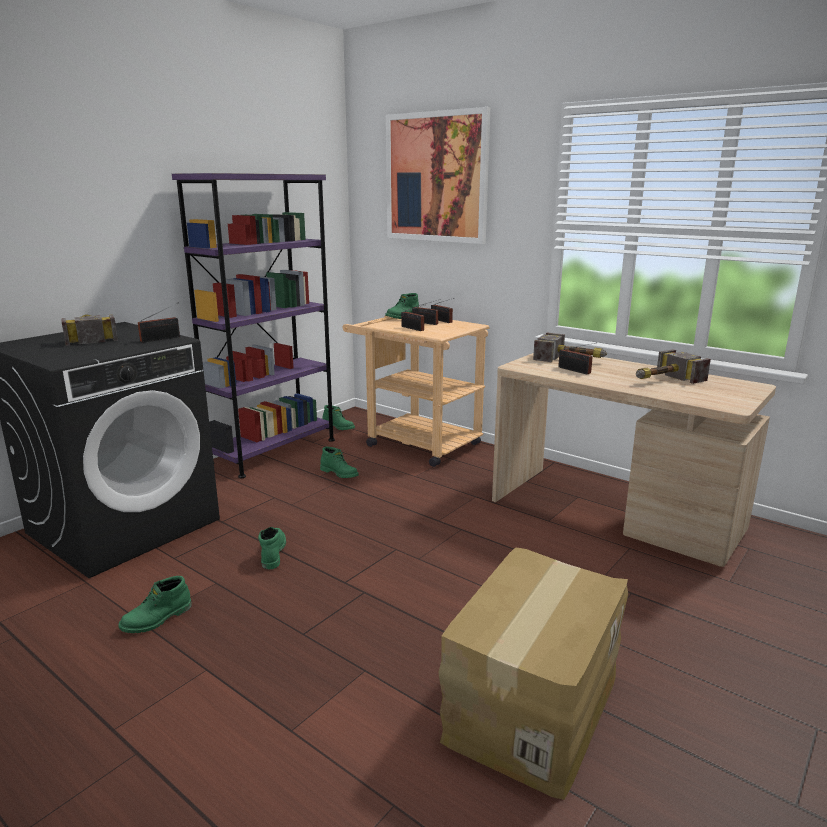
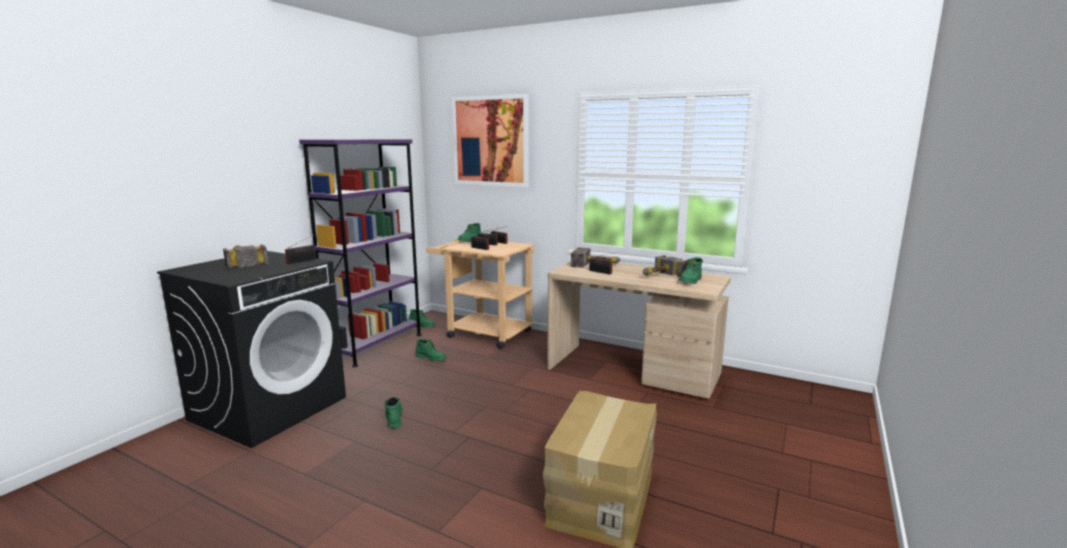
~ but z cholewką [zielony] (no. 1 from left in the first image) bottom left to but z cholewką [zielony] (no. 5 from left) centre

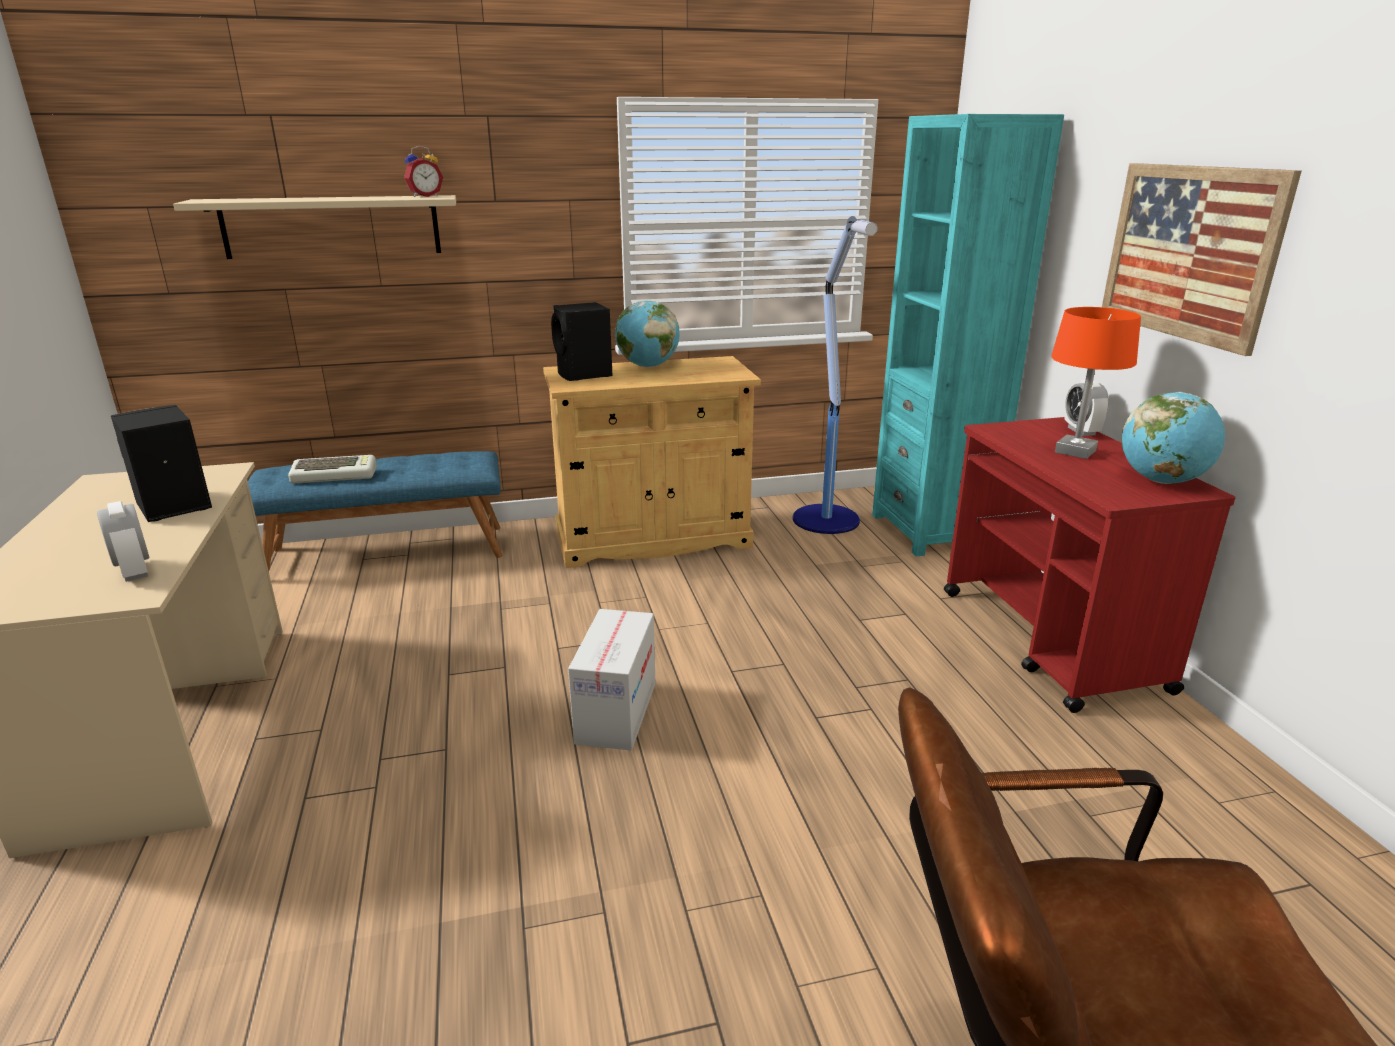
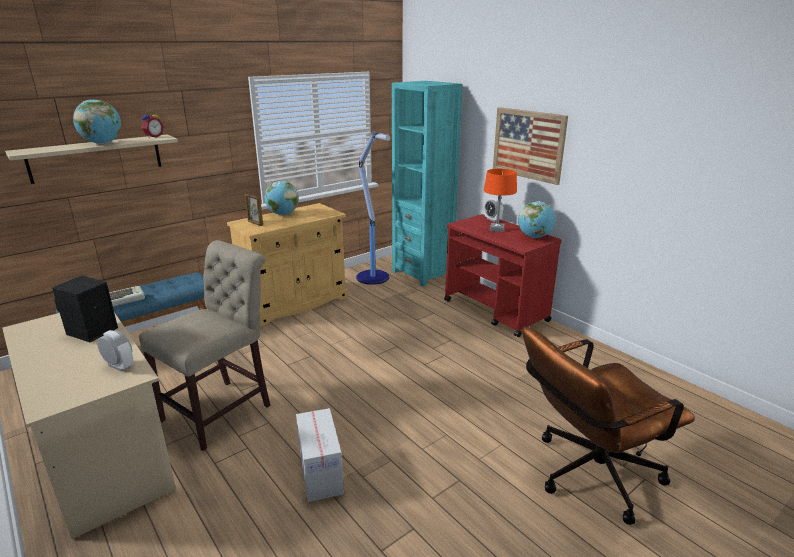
~ głośnik [czarny] (no. 2 from left) top centre to ramka na zdjęcie middle left
~ karton centre to bottom centre
+ globus (no. 1 from left) top left
+ krzesło [beżowy] middle left

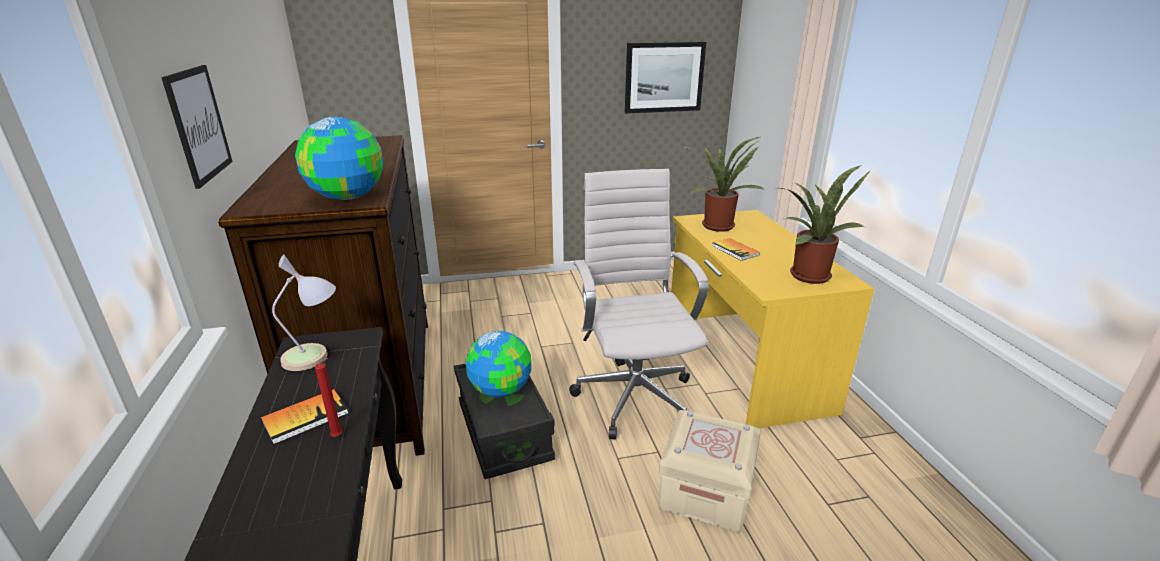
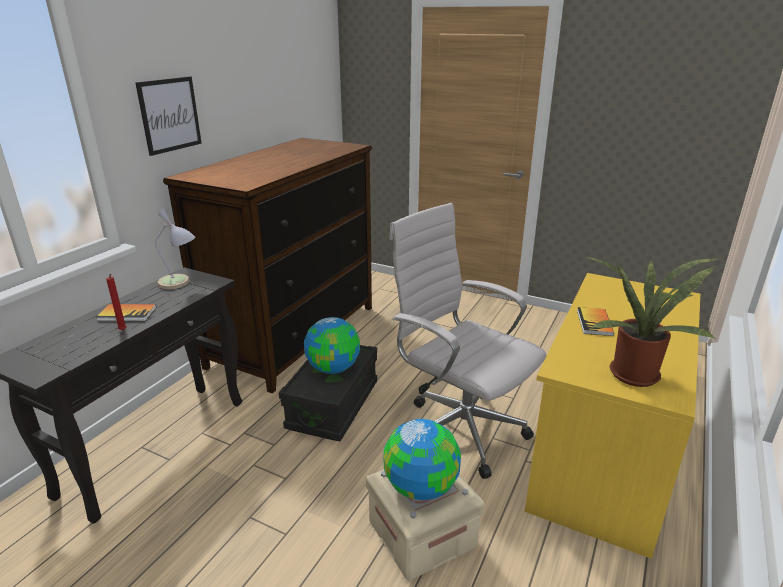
~ globus (no. 1 from left in the first image) top left to globus (no. 2 from left) bottom centre
~ krzesło biurowe [biały] centre = centre 75 degrees counterclockwise
- obraz (no. 2 from left) top centre
- roślina doniczkowa (no. 1 from left) top centre

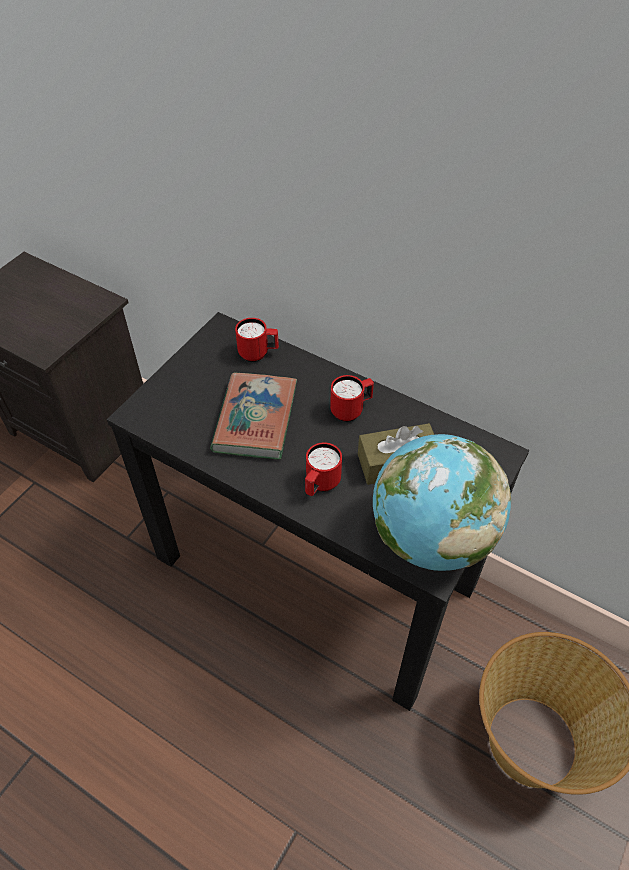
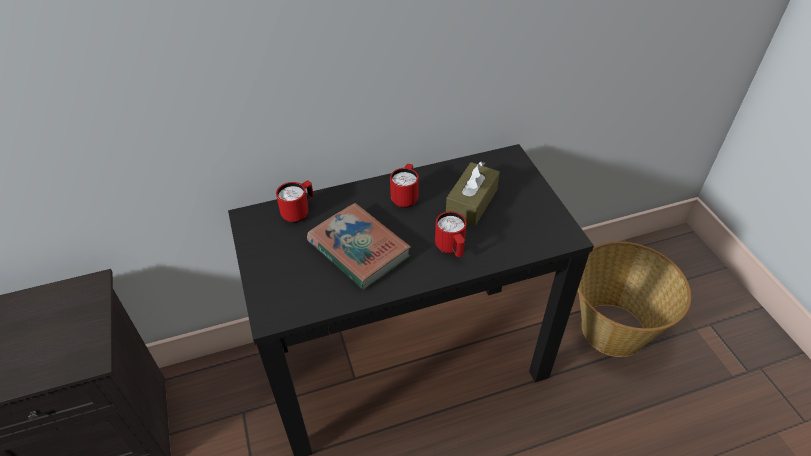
- globus middle right

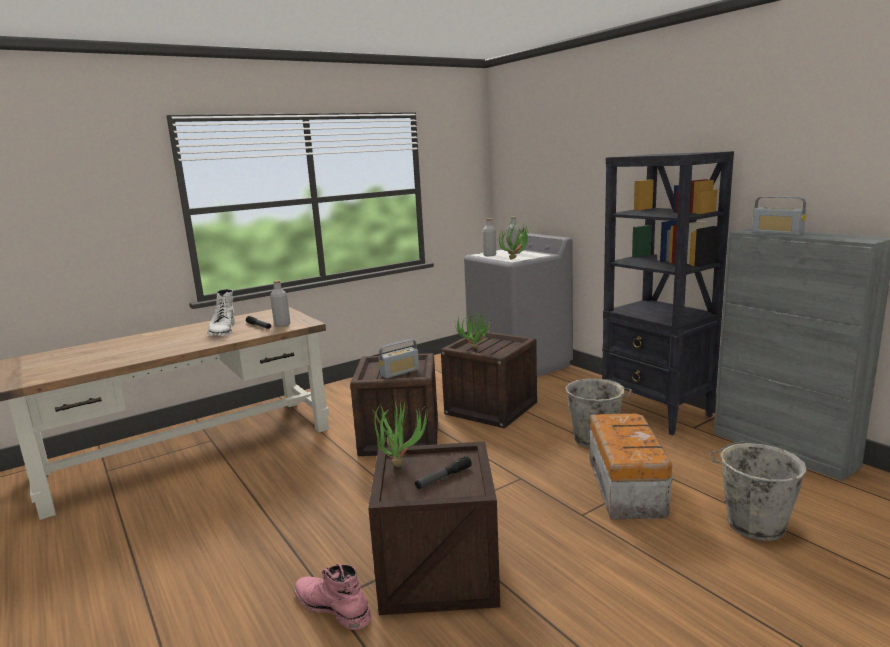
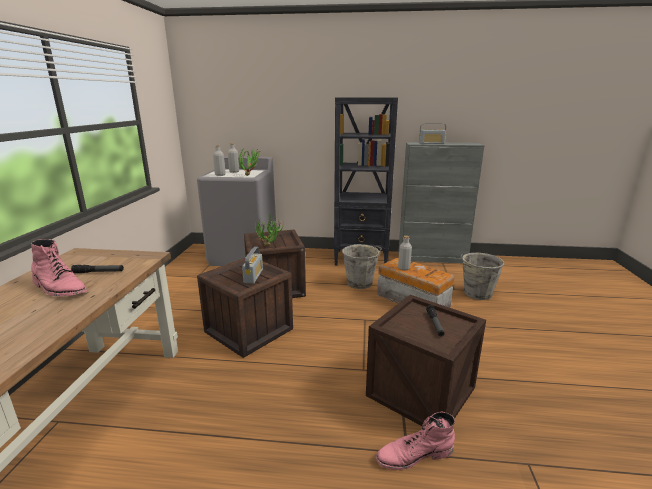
~ but z cholewką [biały] middle left to but z cholewką [różowy] (no. 1 from left) middle left
~ butelka [szary] (no. 1 from left in the first image) middle left to butelka [szary] (no. 3 from left) centre
- roślina doniczkowa (no. 1 from left) bottom centre

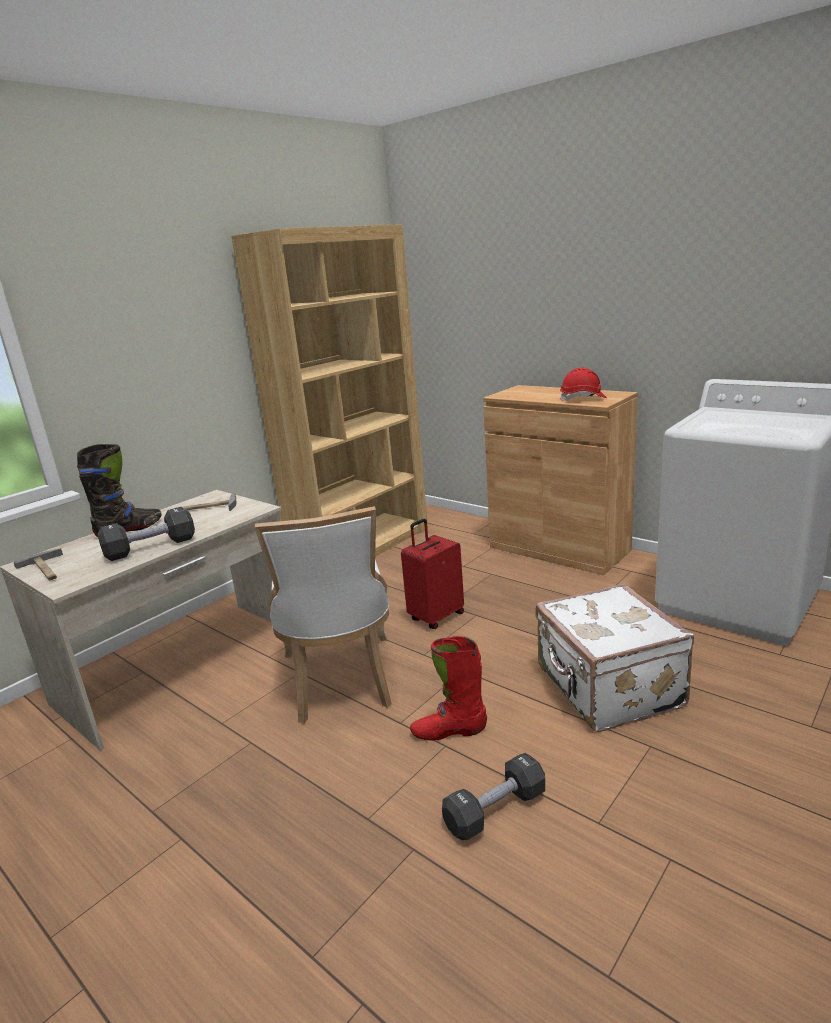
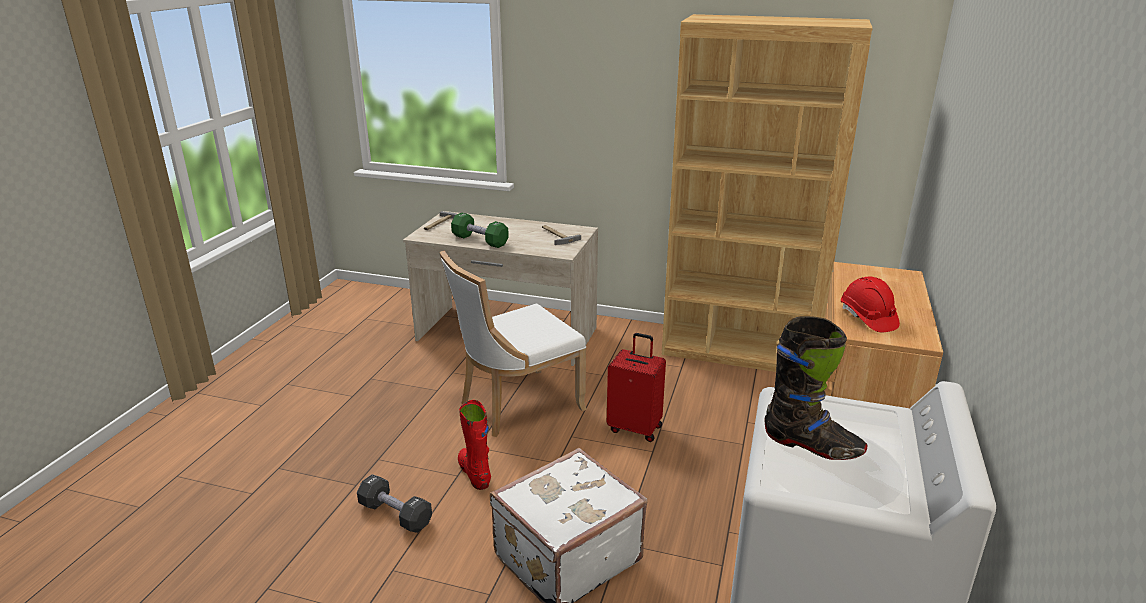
~ but z cholewką [czarny] middle left to middle right
~ hantel [czarny] (no. 1 from left) middle left to hantel [zielony] centre

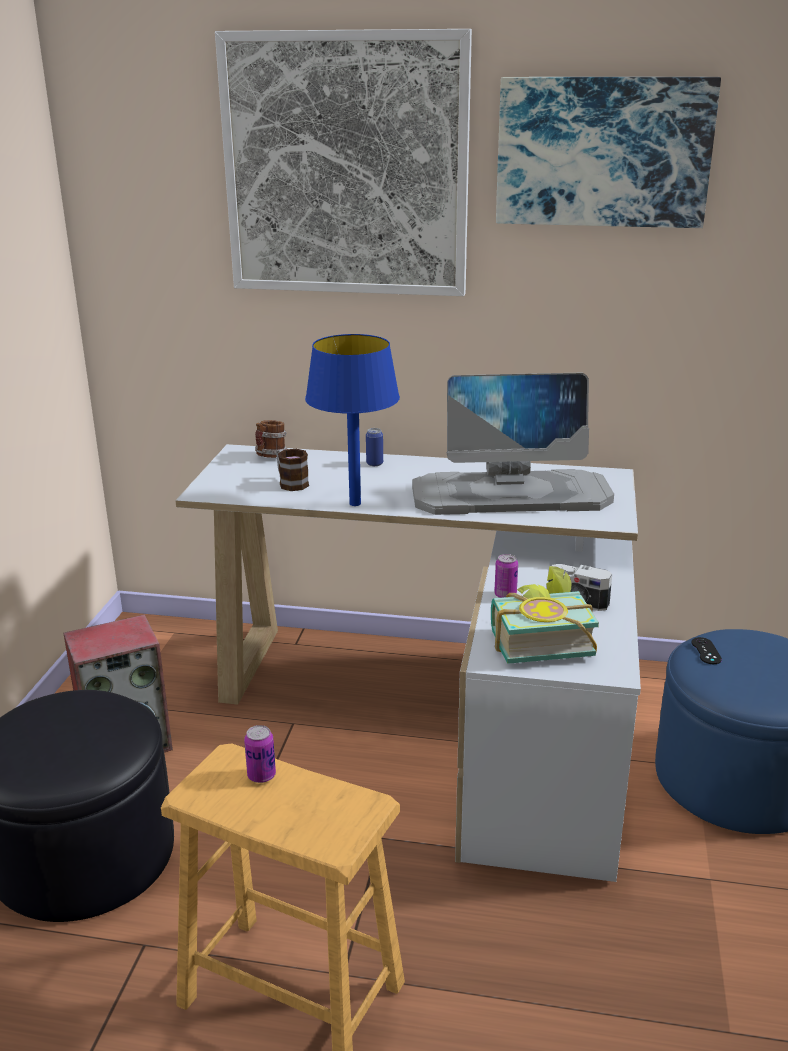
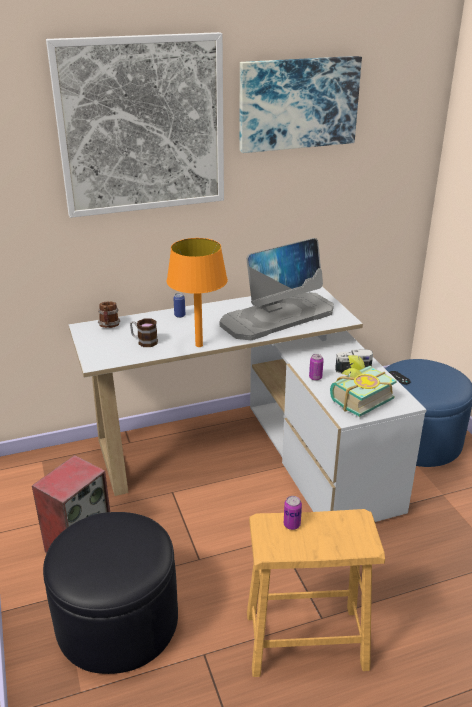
~ lampa stołowa [niebieski] centre to lampa stołowa [pomarańczowy] centre

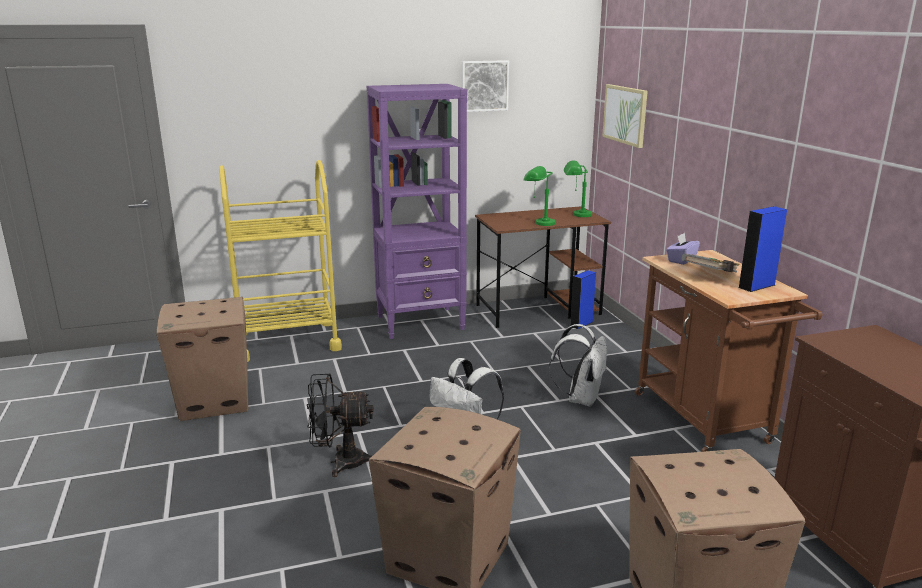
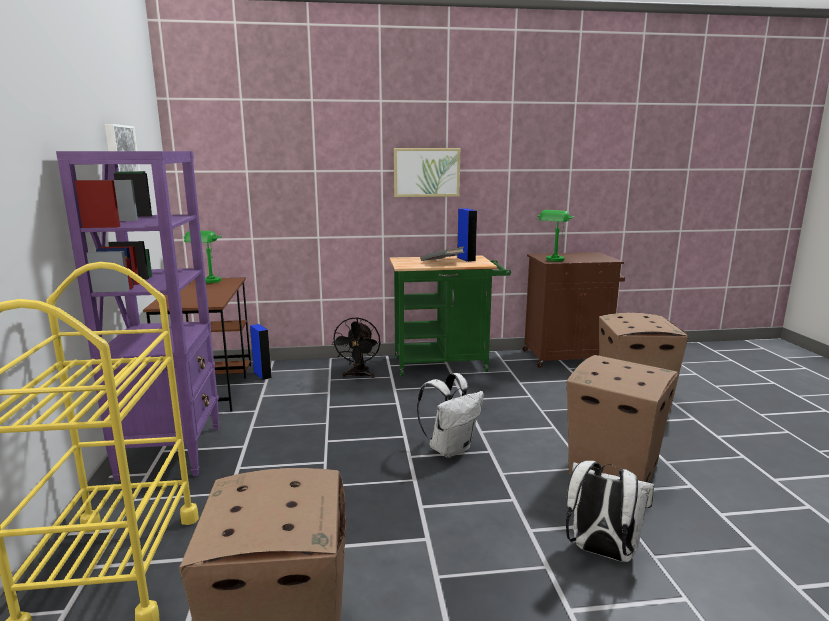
~ wentylator [czarny] bottom centre to centre
~ lampa stołowa [zielony] (no. 1 from left in the first image) centre to lampa stołowa [zielony] (no. 2 from left) middle right
~ plecak [biały] (no. 2 from left) centre to bottom right
~ obraz (no. 2 from left) top right to top centre
~ wózek [brązowy] middle right to wózek [zielony] centre
- pudełko chusteczek [fioletowy] middle right

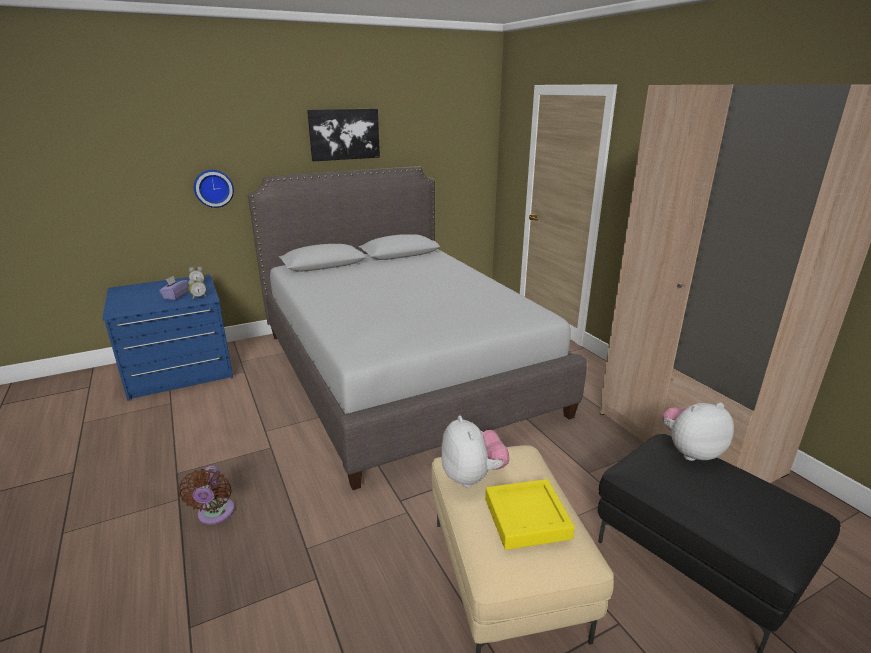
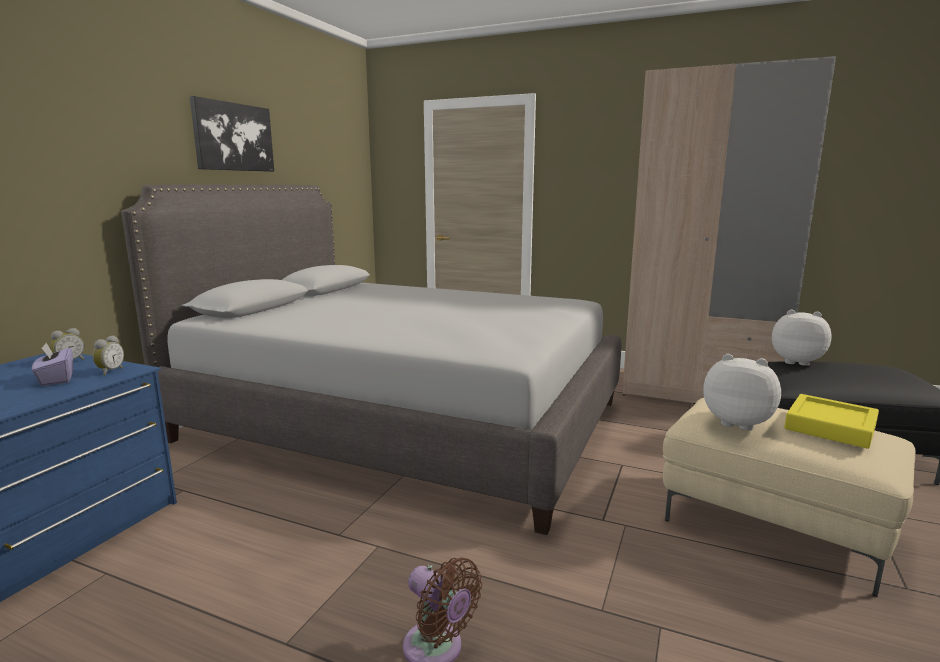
- zegar ścienny top left
~ pluszak (no. 2 from left) middle right = middle right 75 degrees clockwise

